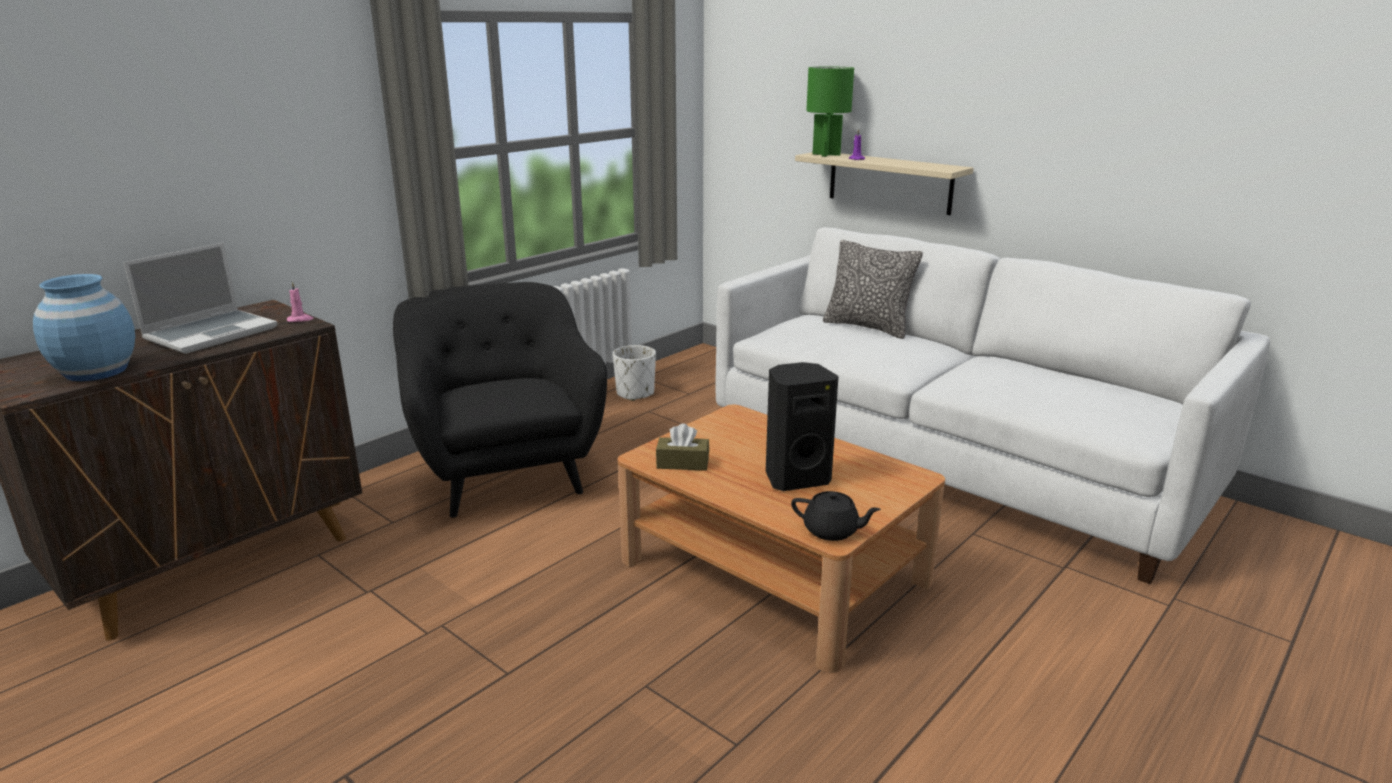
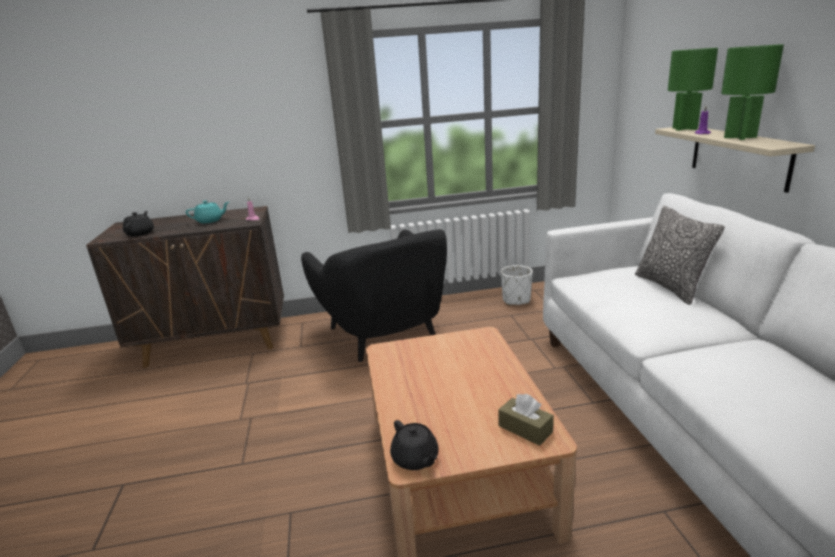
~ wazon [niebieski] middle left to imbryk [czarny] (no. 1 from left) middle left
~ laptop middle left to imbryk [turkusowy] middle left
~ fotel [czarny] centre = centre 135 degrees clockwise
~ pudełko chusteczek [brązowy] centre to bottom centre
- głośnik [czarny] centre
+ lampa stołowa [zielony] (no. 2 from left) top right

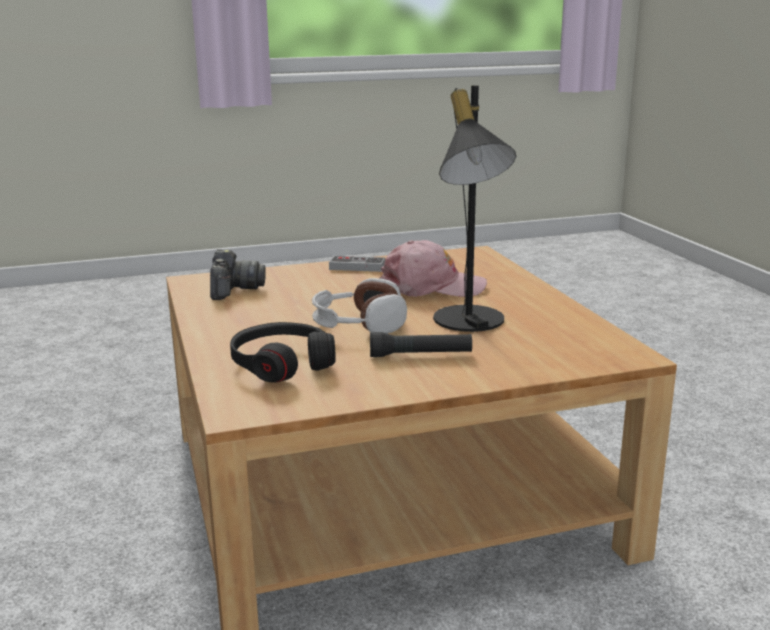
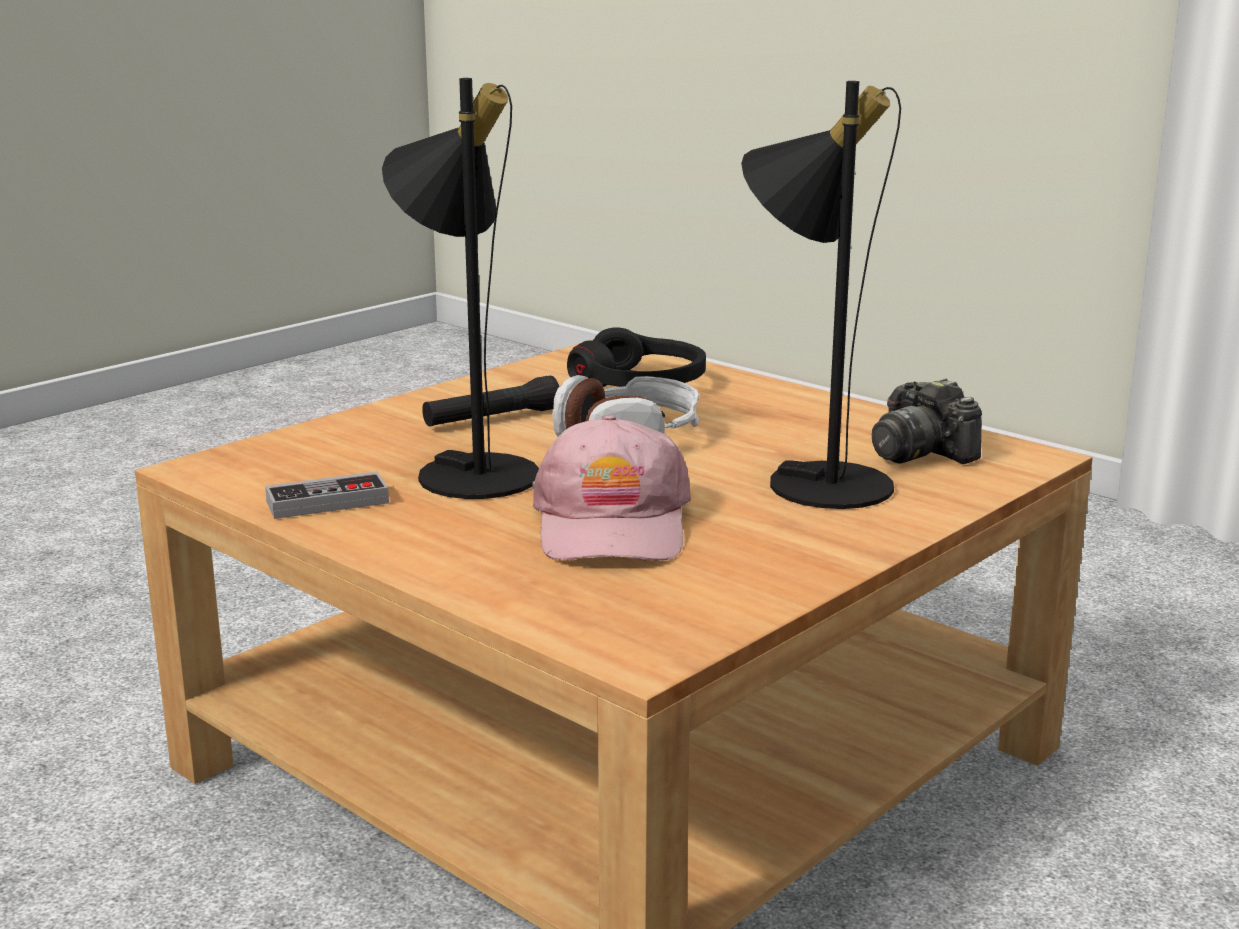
~ pad do gier centre to middle left
~ czapka z daszkiem [różowy] centre = centre 60 degrees counterclockwise
+ lampa stołowa [czarny] (no. 2 from left) top centre

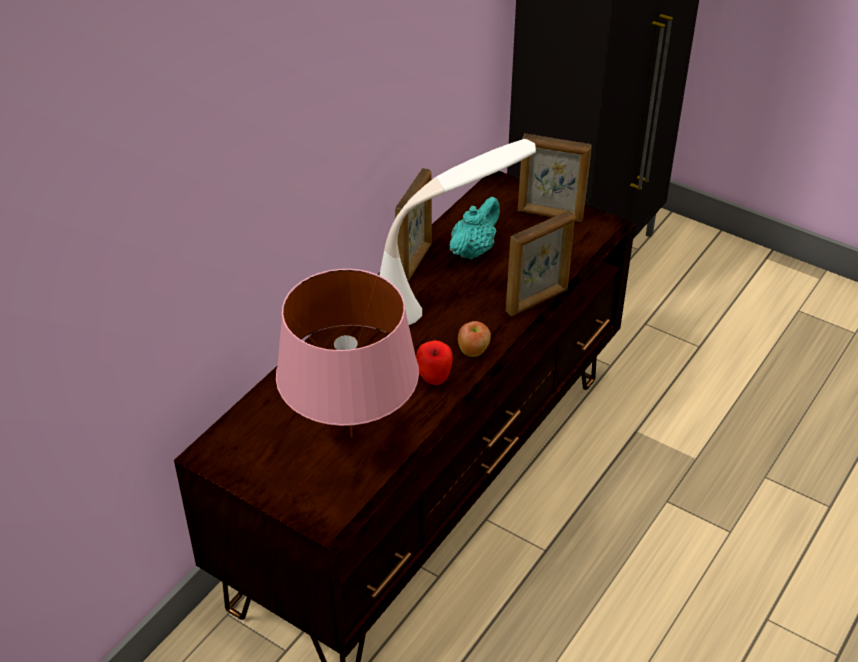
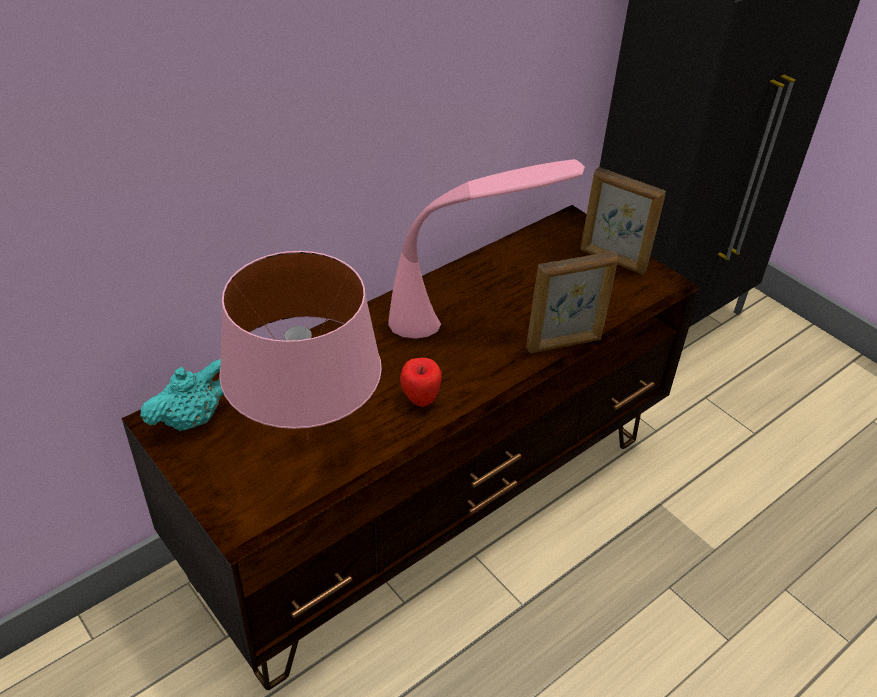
~ lampa stołowa [biały] centre to lampa stołowa [różowy] (no. 2 from left) centre
- ramka na zdjęcie (no. 1 from left) centre
~ imbryk [turkusowy] centre to middle left
- jabłko (no. 2 from left) centre

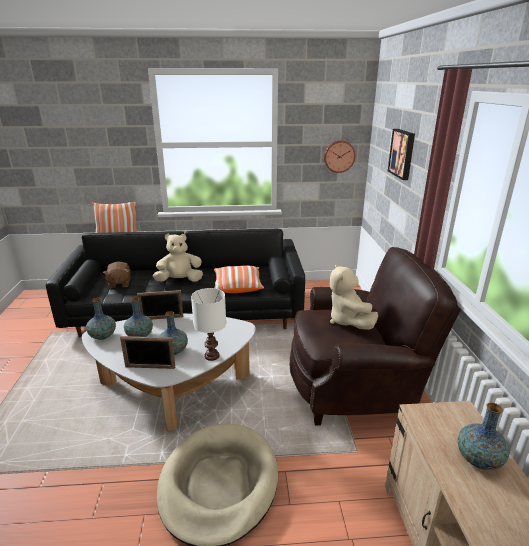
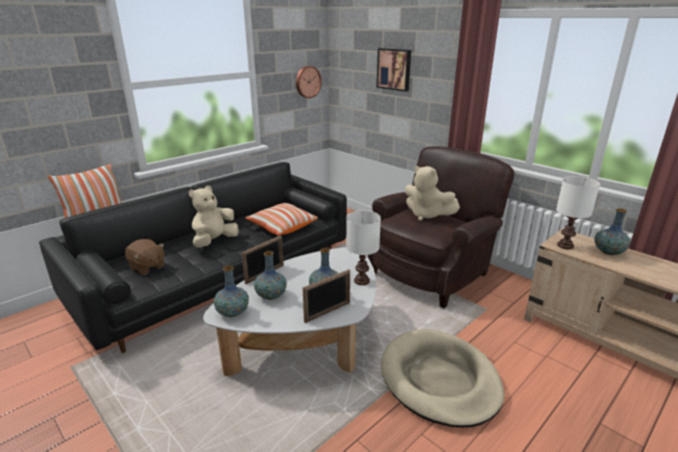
+ lampa stołowa [biały] (no. 2 from left) middle right

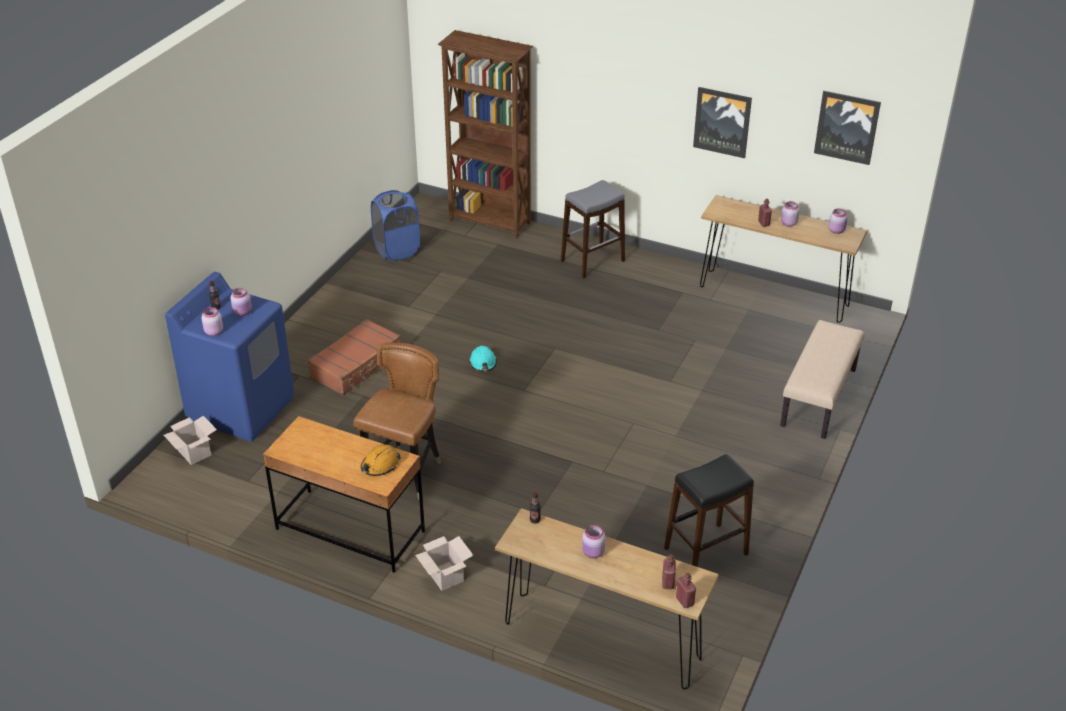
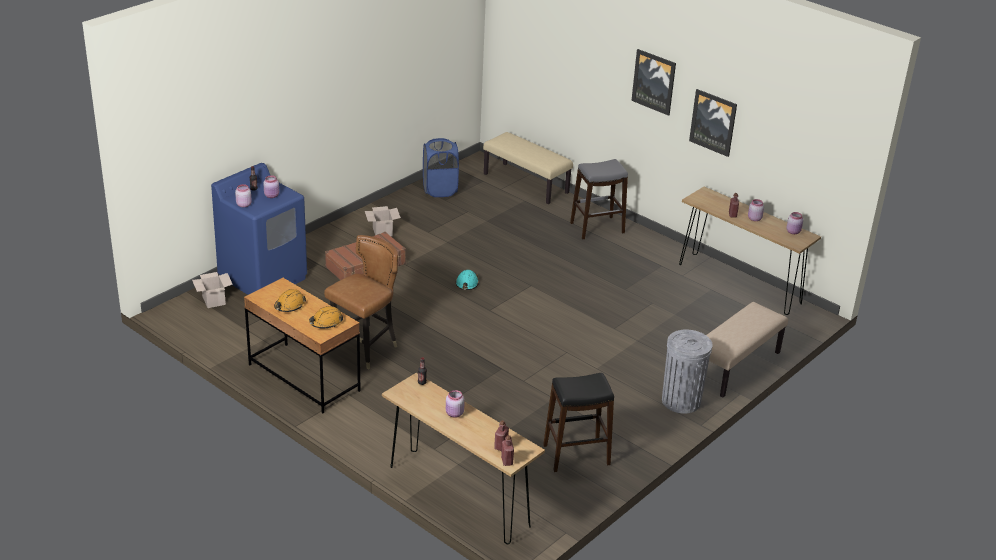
~ karton (no. 2 from left) bottom centre to centre
~ regał [brązowy] top centre to ławka [beżowy] (no. 1 from left) top centre
~ obraz (no. 2 from left in the first image) top right to obraz (no. 1 from left) top centre
+ kask [pomarańczowy] (no. 1 from left) middle left
+ kosz na śmieci [szary] middle right

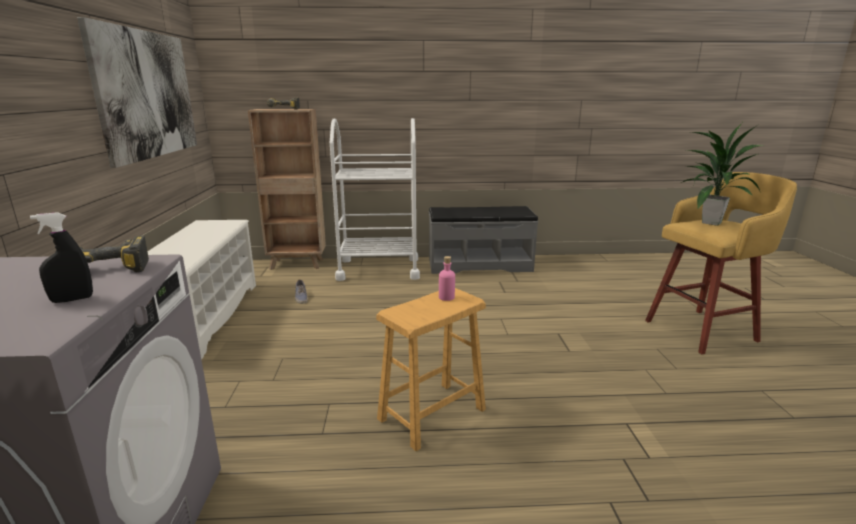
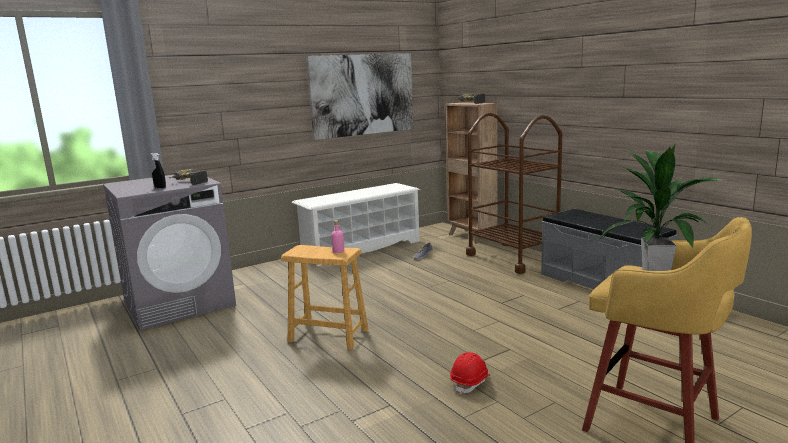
~ wózek [biały] centre to wózek [brązowy] centre
+ kask [czerwony] bottom centre

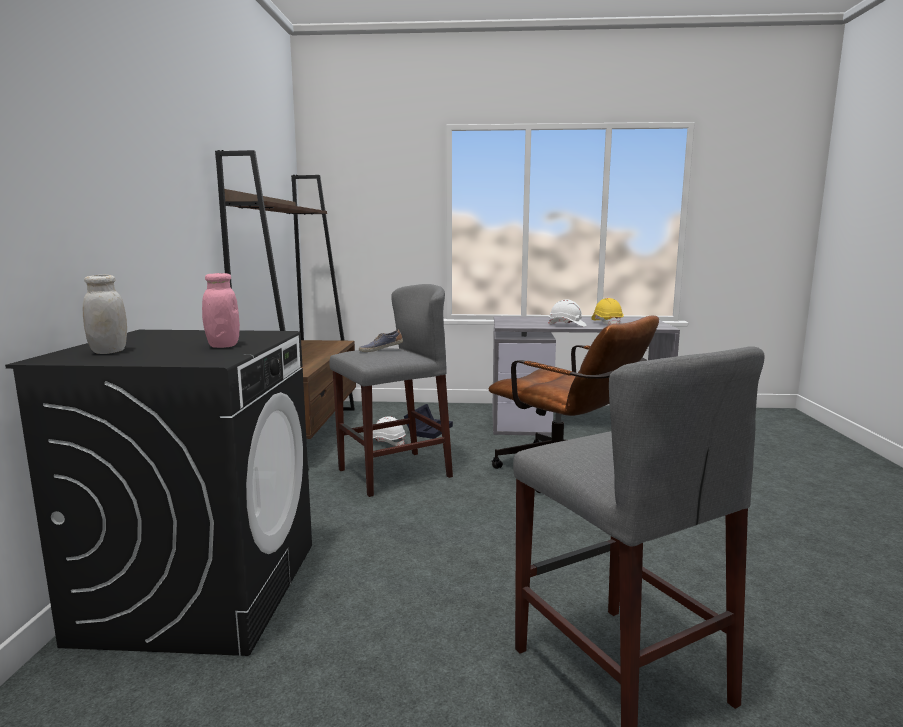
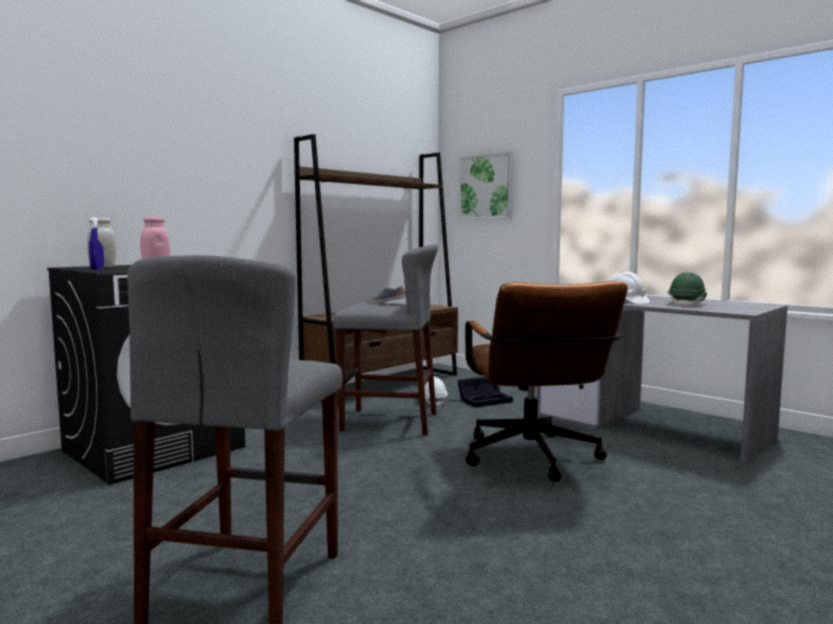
~ kask [żółty] middle right to kask [zielony] middle right
+ spryskiwacz [niebieski] middle left
+ obraz top centre

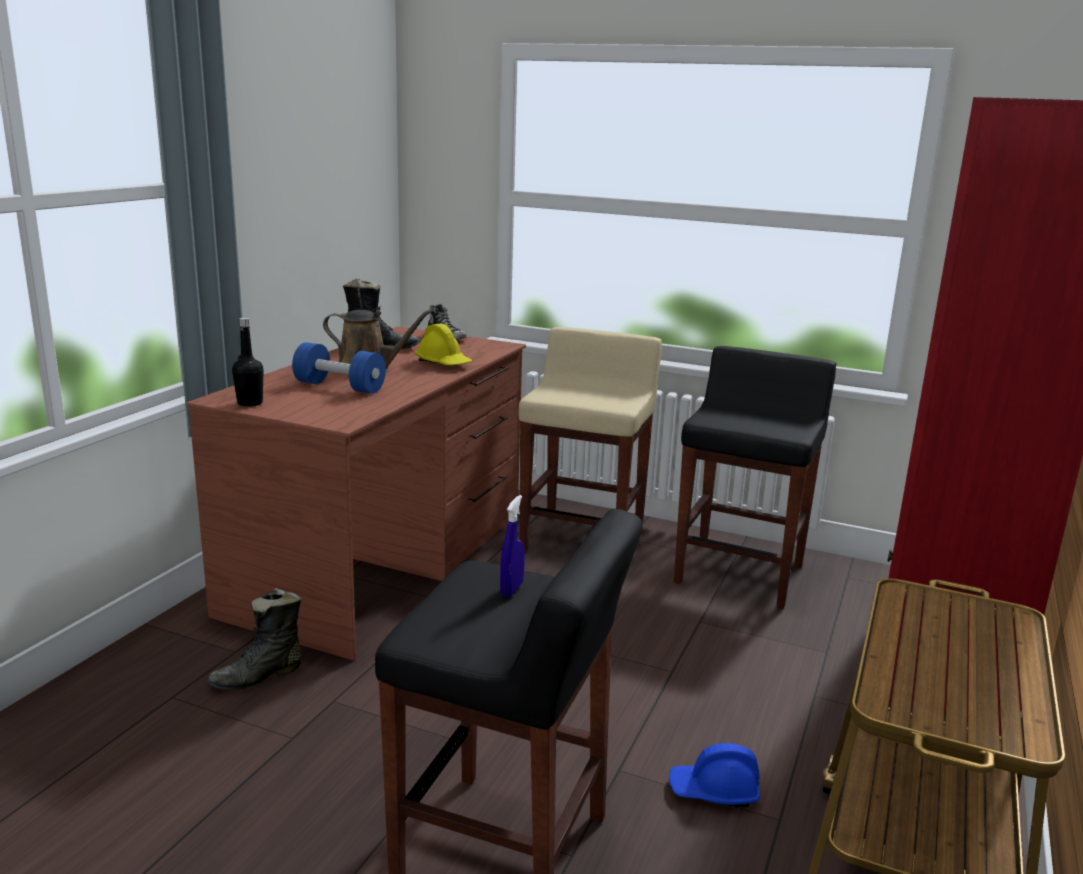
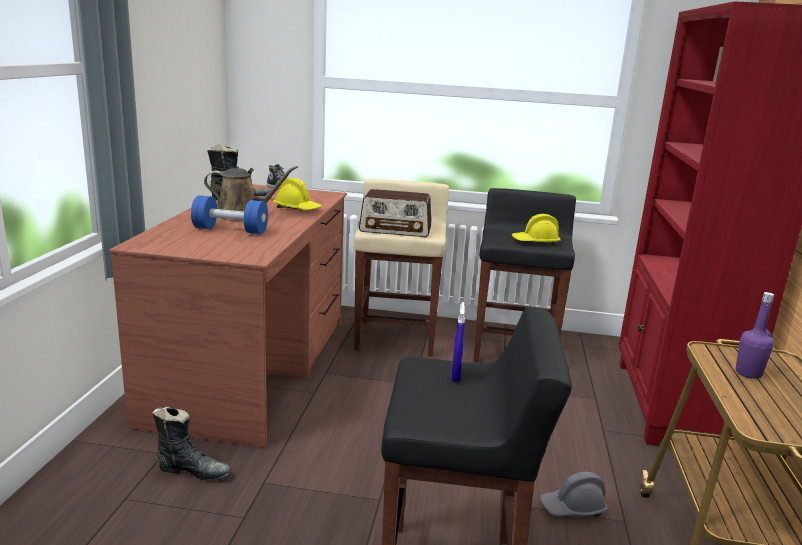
~ but z cholewką [czarny] (no. 1 from left) bottom left = bottom left 120 degrees counterclockwise
- butelka [czarny] middle left
~ kask [niebieski] bottom centre to kask [szary] bottom right
+ radio centre
+ kask [żółty] (no. 2 from left) middle right
+ butelka [fioletowy] middle right

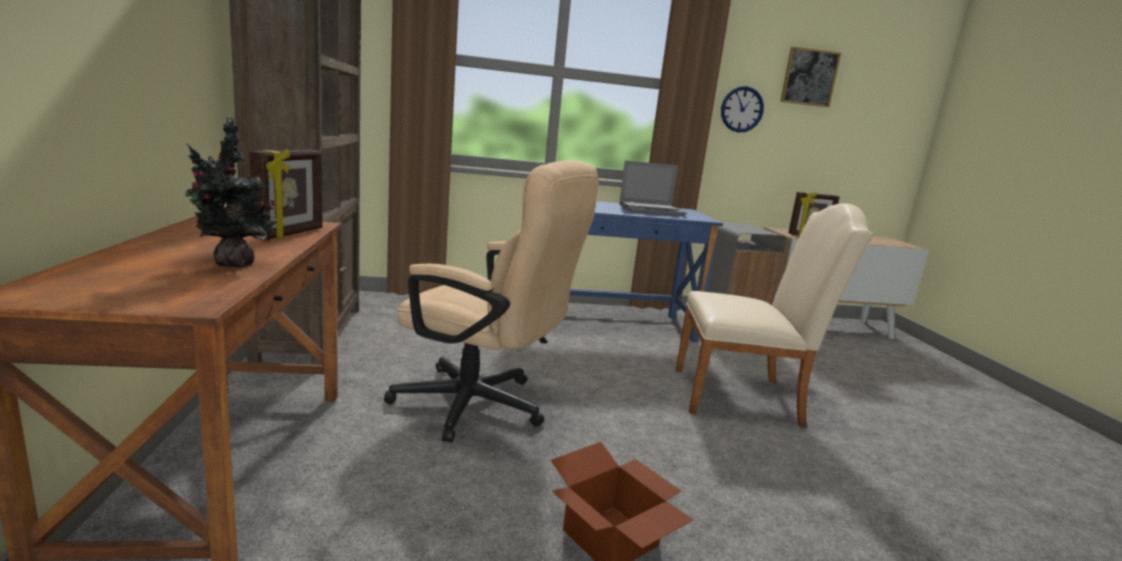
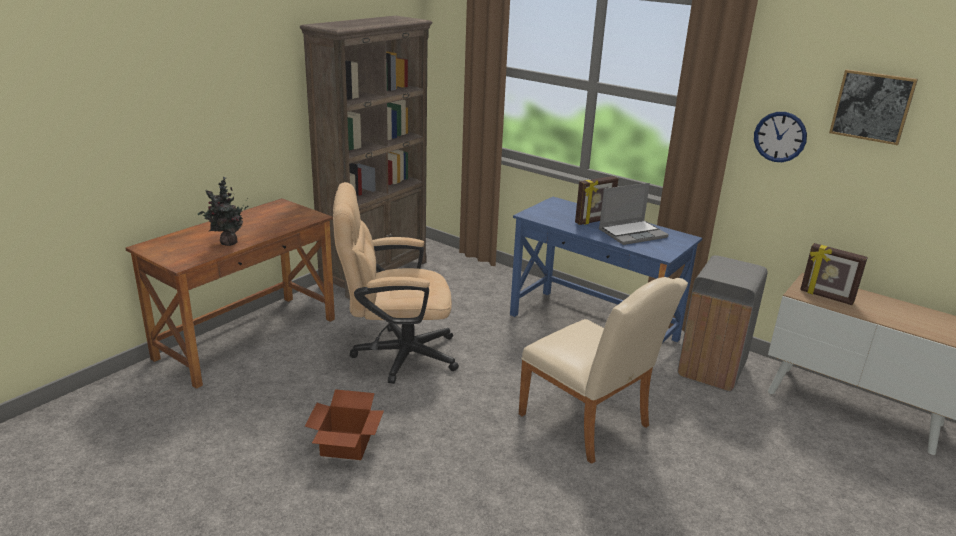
~ ramka na zdjęcie (no. 1 from left) middle left to centre
~ krzesło biurowe [beżowy] centre = centre 105 degrees clockwise
~ laptop centre = centre 60 degrees counterclockwise

